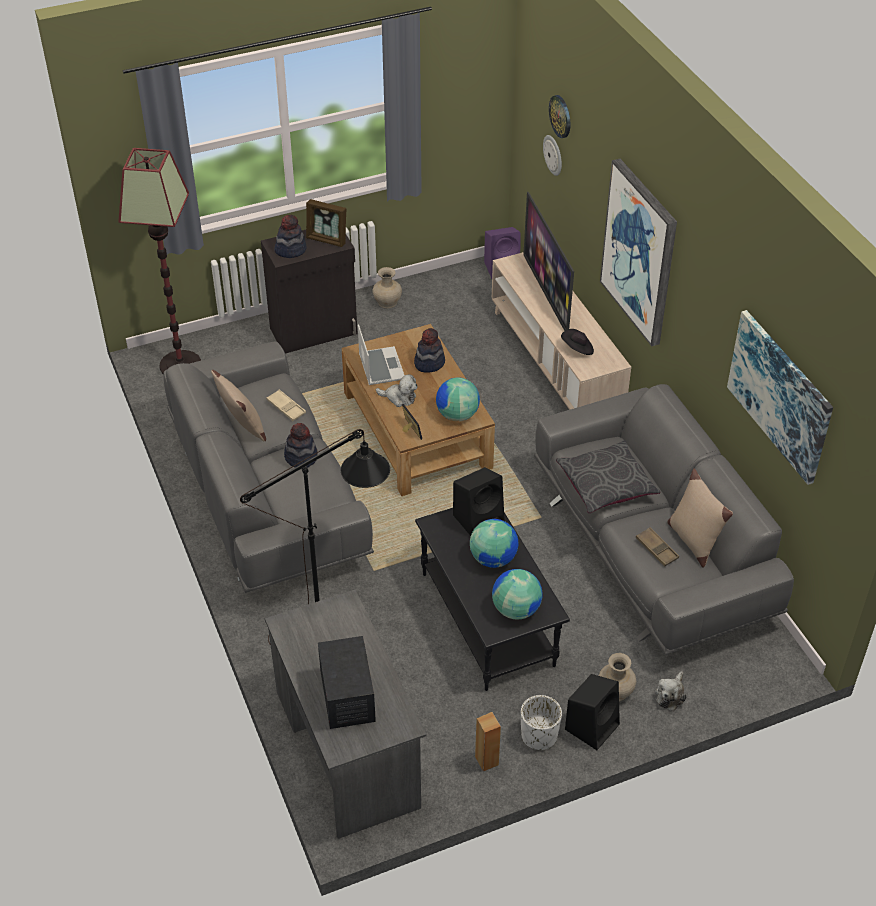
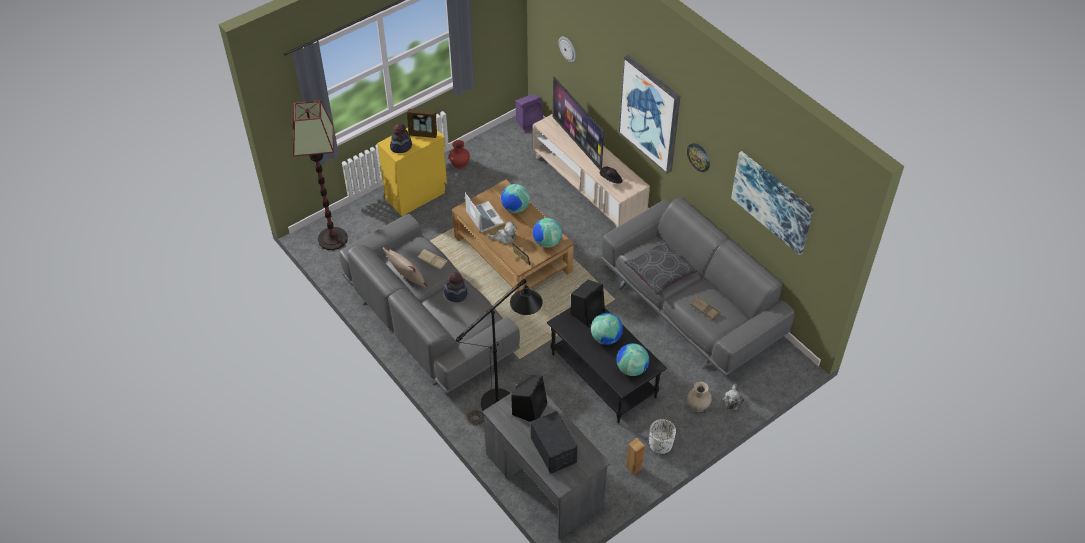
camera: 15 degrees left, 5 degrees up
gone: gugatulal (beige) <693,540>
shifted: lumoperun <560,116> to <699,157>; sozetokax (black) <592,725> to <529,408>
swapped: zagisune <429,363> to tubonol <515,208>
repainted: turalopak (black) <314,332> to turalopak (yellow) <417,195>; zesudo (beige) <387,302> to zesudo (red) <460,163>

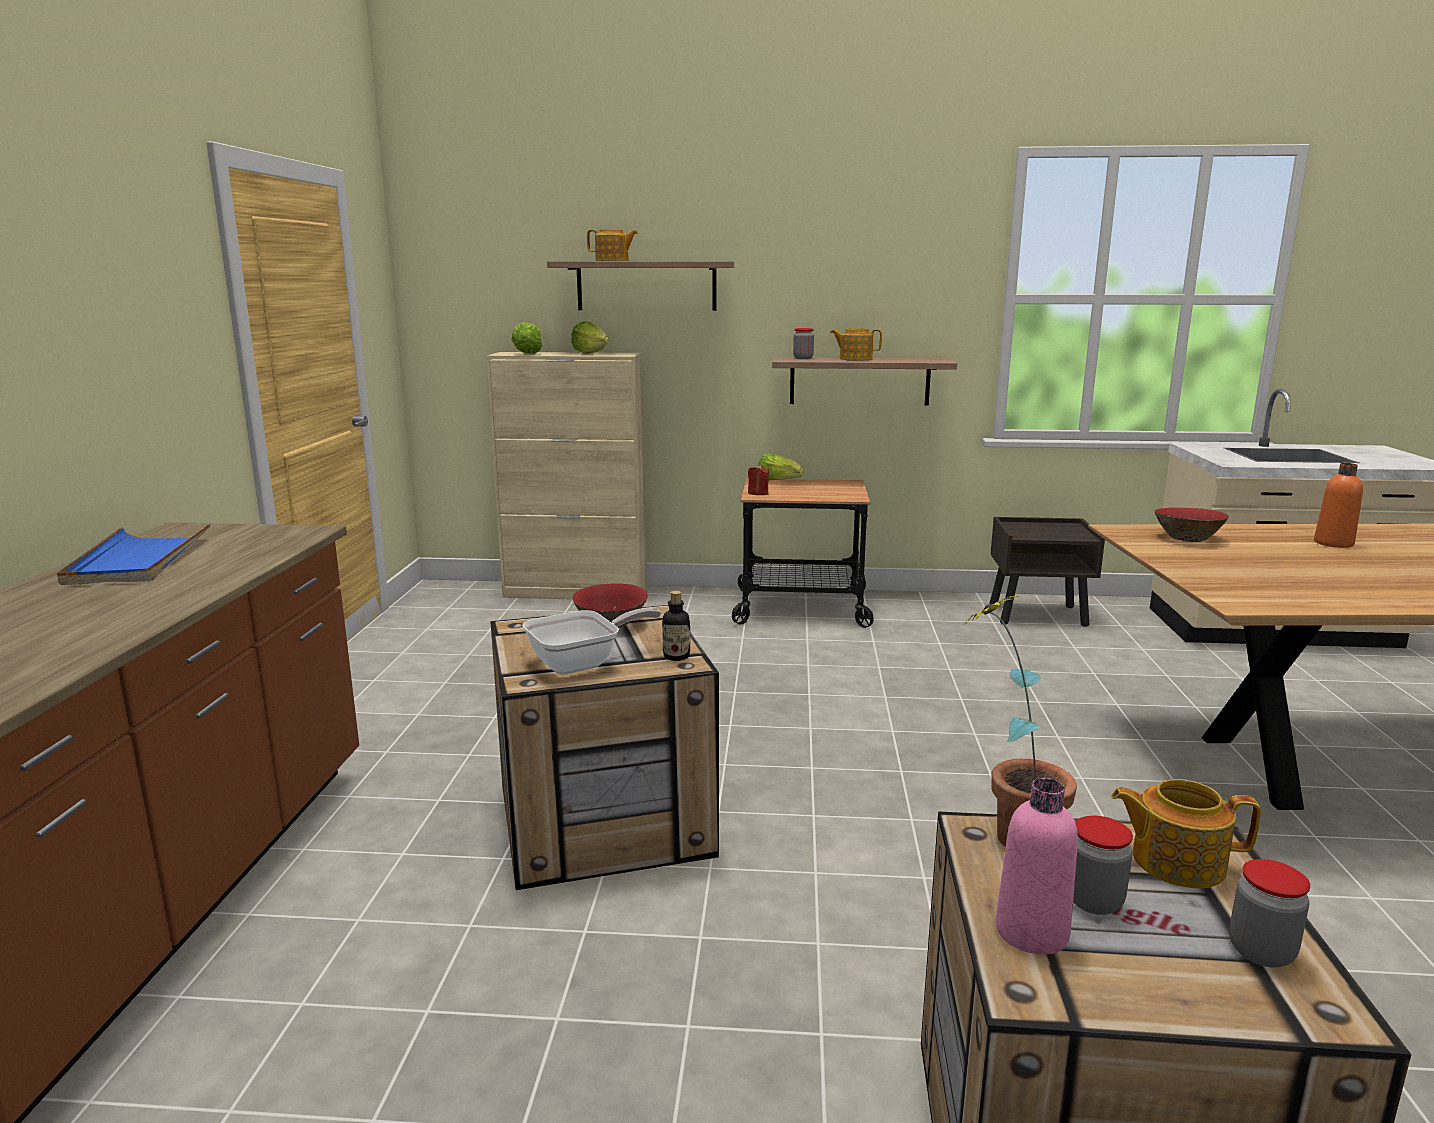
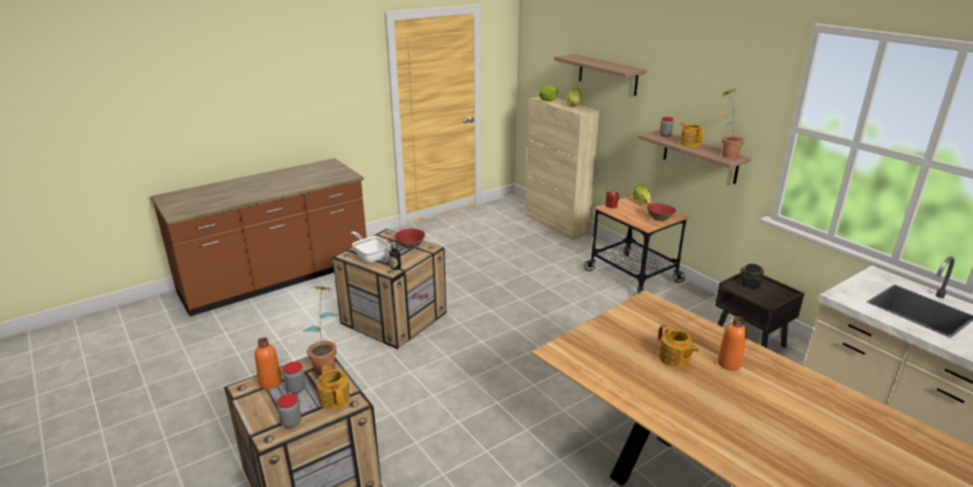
camera: 50 degrees right, 10 degrees up
gone: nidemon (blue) <138,560>
new: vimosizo <726,154>; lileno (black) <749,284>
shifted: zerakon <612,260> to <674,358>; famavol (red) <1187,538> to <659,218>
repainted: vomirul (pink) <1031,932> to vomirul (orange) <270,382>
rotated: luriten <582,663> = <370,256> 150 degrees counterclockwise

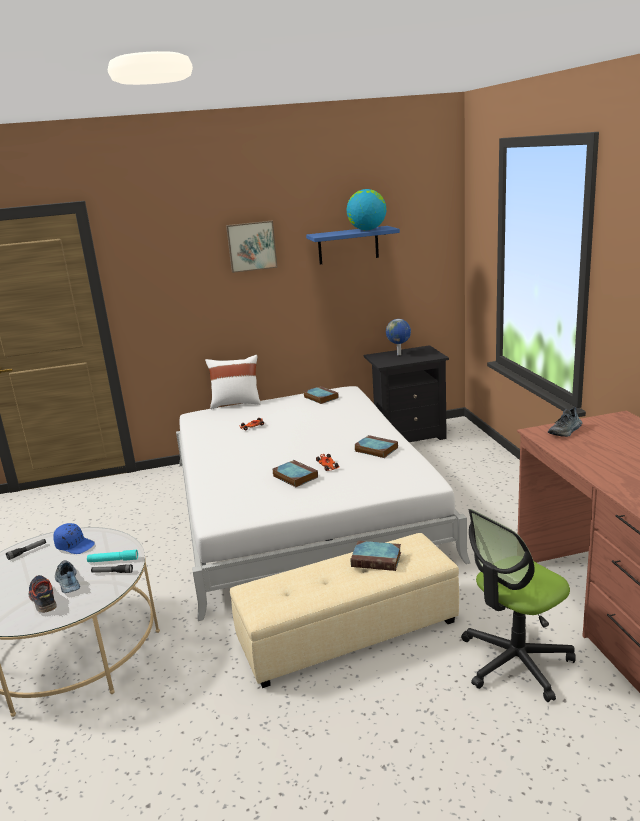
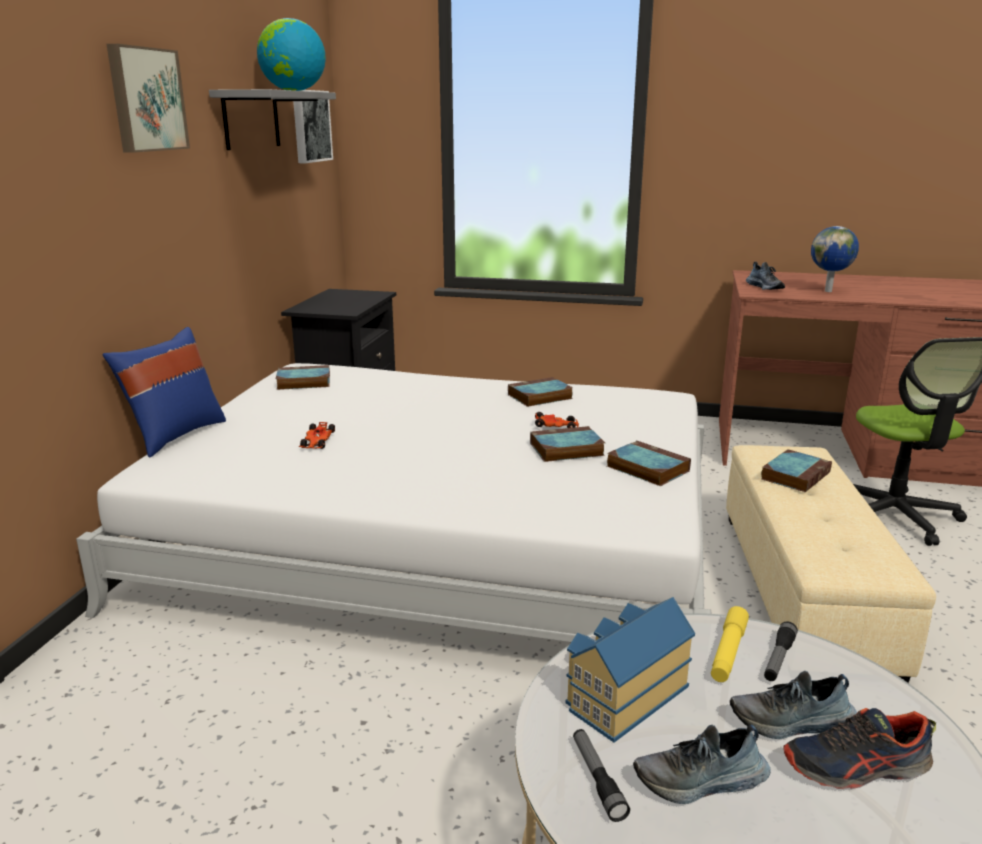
camera: 65 degrees left, 0 degrees up
new: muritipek <310,126>; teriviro <645,468>; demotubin <701,781>
shifted: tubonol <399,354> to <829,291>
swapped: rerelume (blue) <75,545> to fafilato <623,695>
repainted: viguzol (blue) <348,245> to viguzol (grey) <251,120>; gugatulal (white) <236,403> to gugatulal (blue) <175,435>; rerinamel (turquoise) <113,560> to rerinamel (yellow) <728,652>

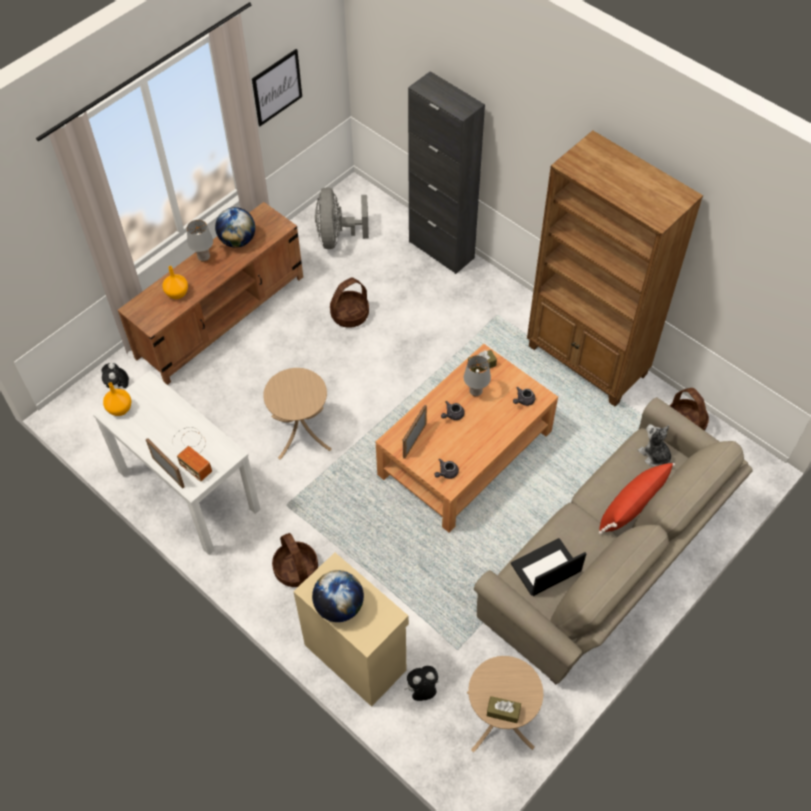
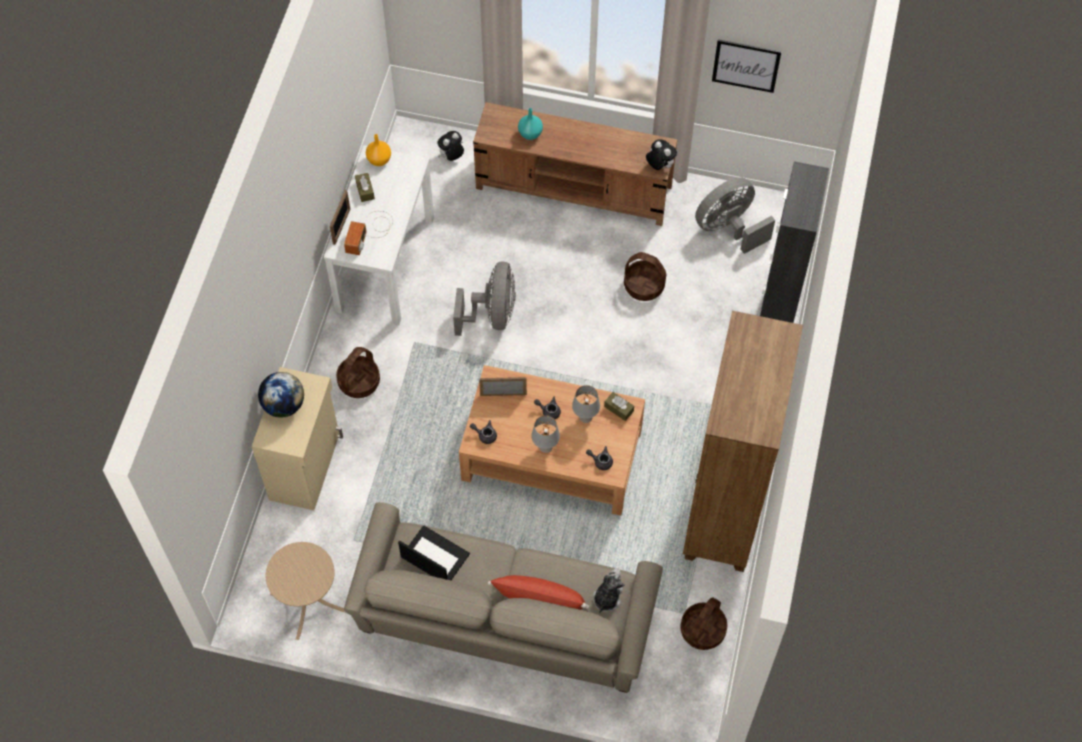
camera: 60 degrees right, 5 degrees up
gone: tubonol <237,240>
shifted: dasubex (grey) <204,257> to <546,448>; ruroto <422,691> to <659,166>; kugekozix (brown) <503,712> to <365,190>
swapped: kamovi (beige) <301,432> to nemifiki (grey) <492,315>
repainted: zesudo (orange) <177,293> to zesudo (turquoise) <530,134>

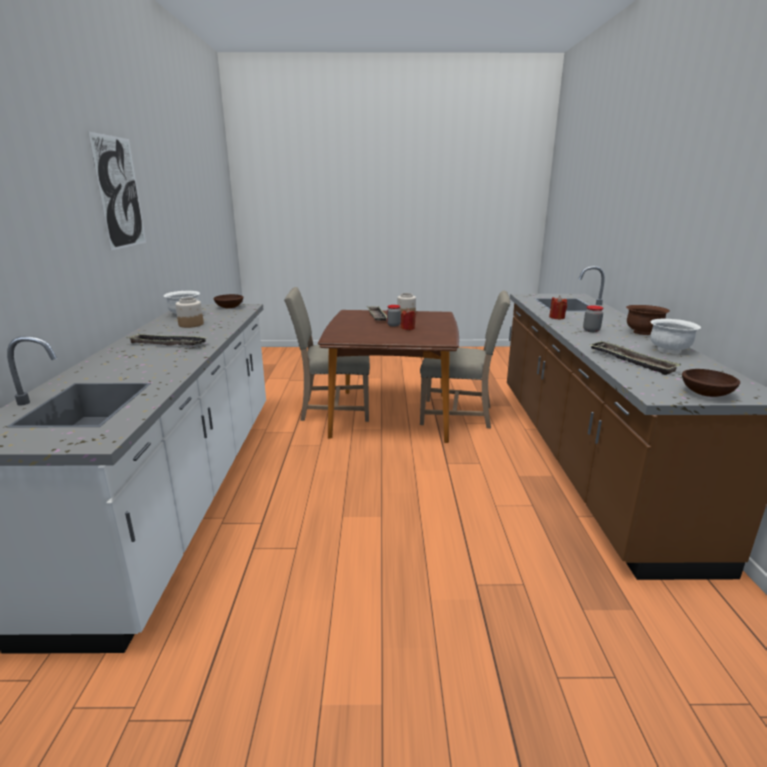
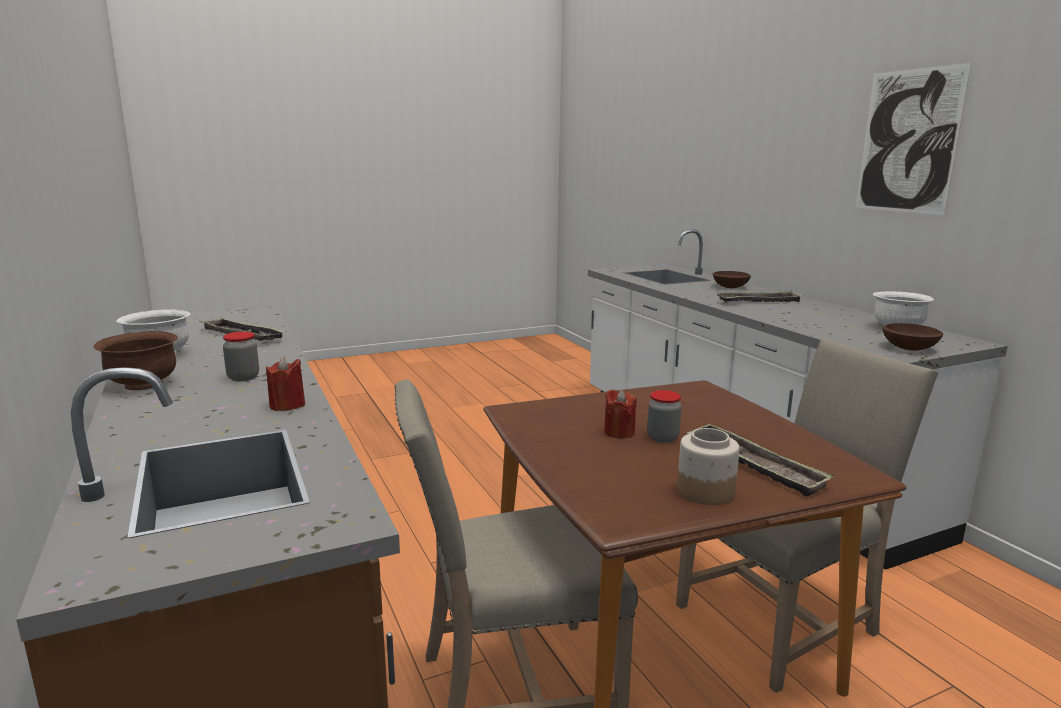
camera: 155 degrees right, 5 degrees down
gone: lileno <190,324>
shifted: famavol (brown) <706,394> to <730,287>

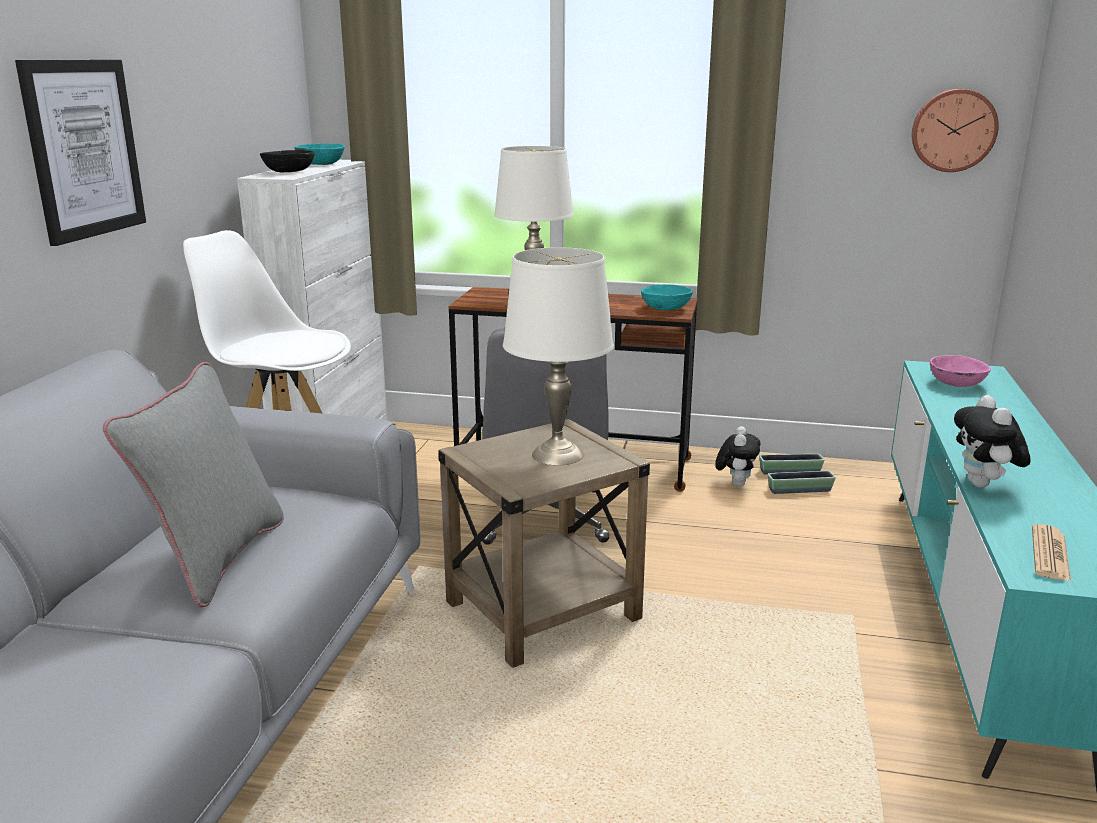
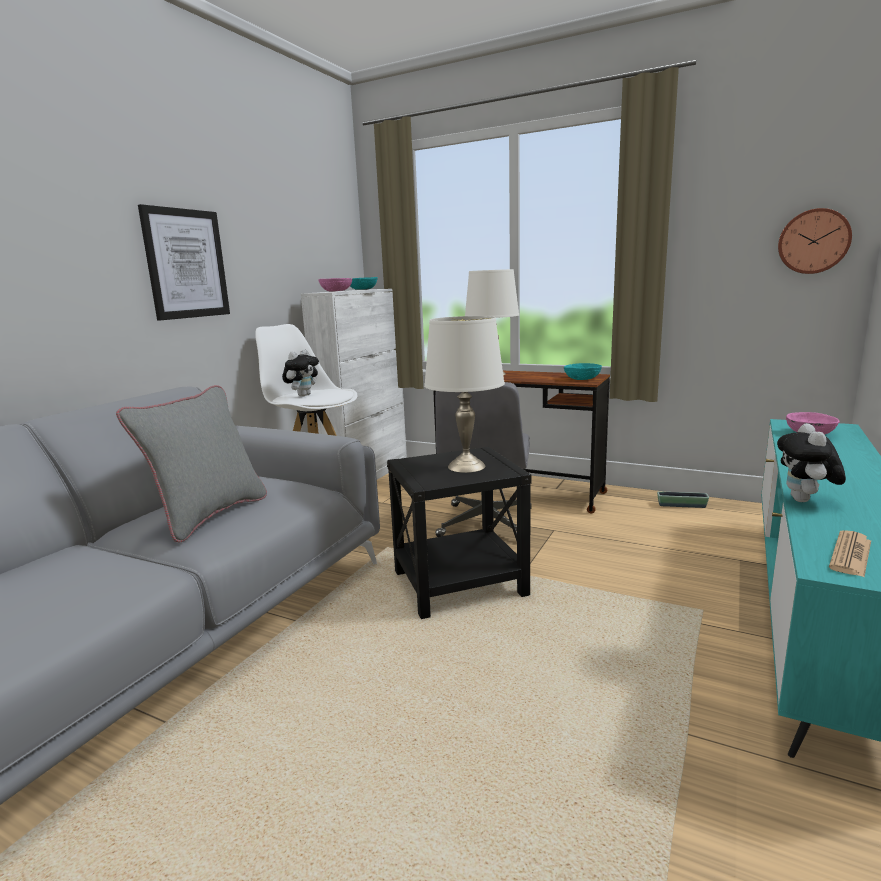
camera: 15 degrees right, 5 degrees down
gone: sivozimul <800,490>
shifted: ruroto <735,483> to <303,395>
repainted: famavol (black) <289,171> to famavol (pink) <336,291>; kamovi (beige) <543,611> to kamovi (black) <460,583>

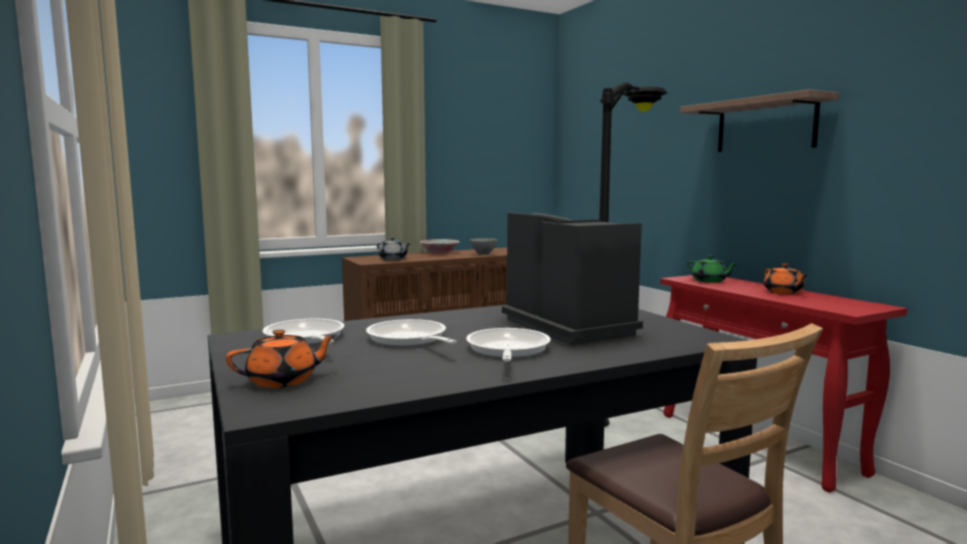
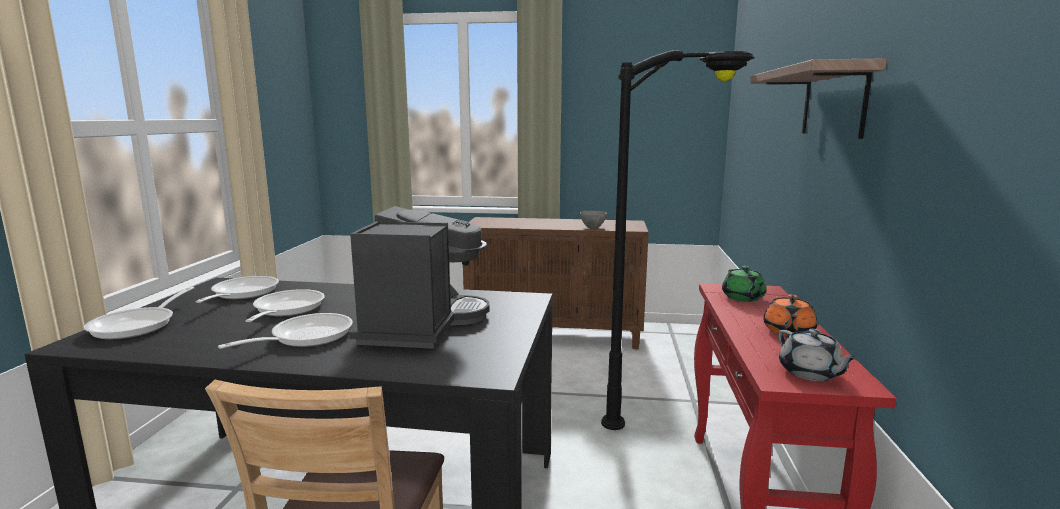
camera: 35 degrees right, 5 degrees up
gone: famavol <439,252>
shifted: zerakon (grey) <393,259> to <810,373>
swapped: zerakon (orange) <283,381> to luriten <139,325>

